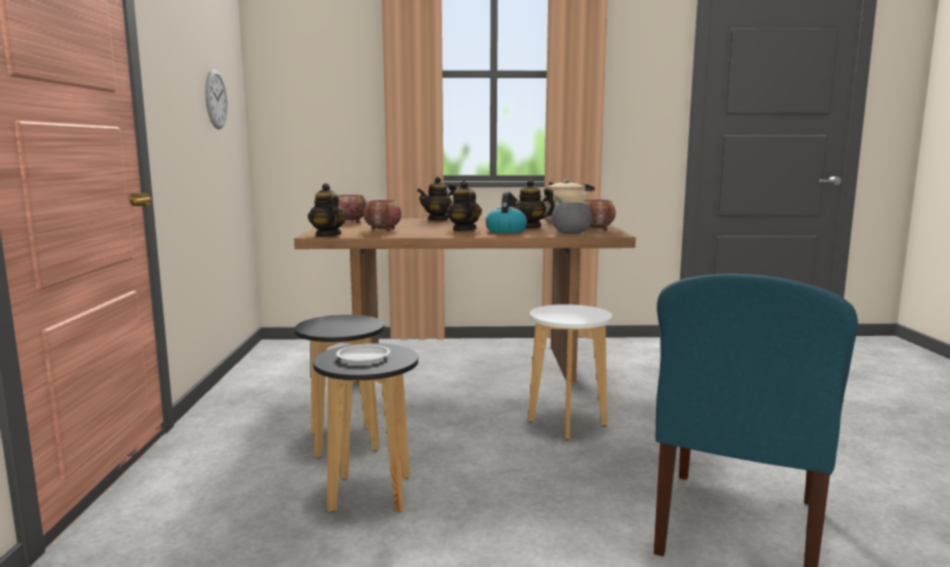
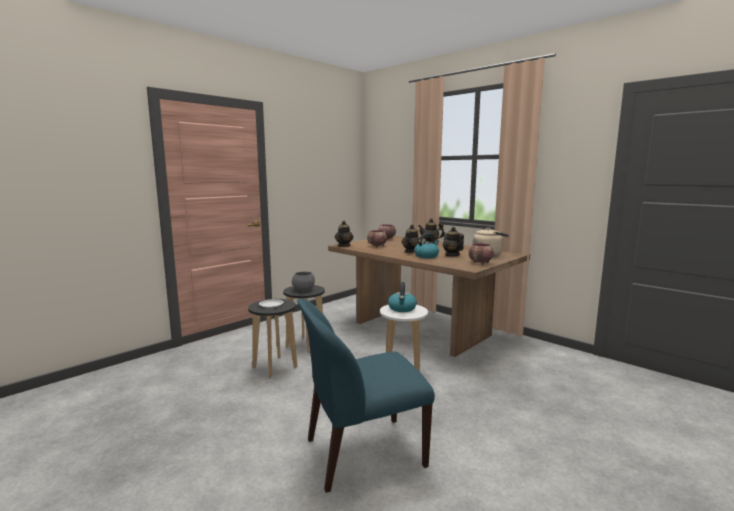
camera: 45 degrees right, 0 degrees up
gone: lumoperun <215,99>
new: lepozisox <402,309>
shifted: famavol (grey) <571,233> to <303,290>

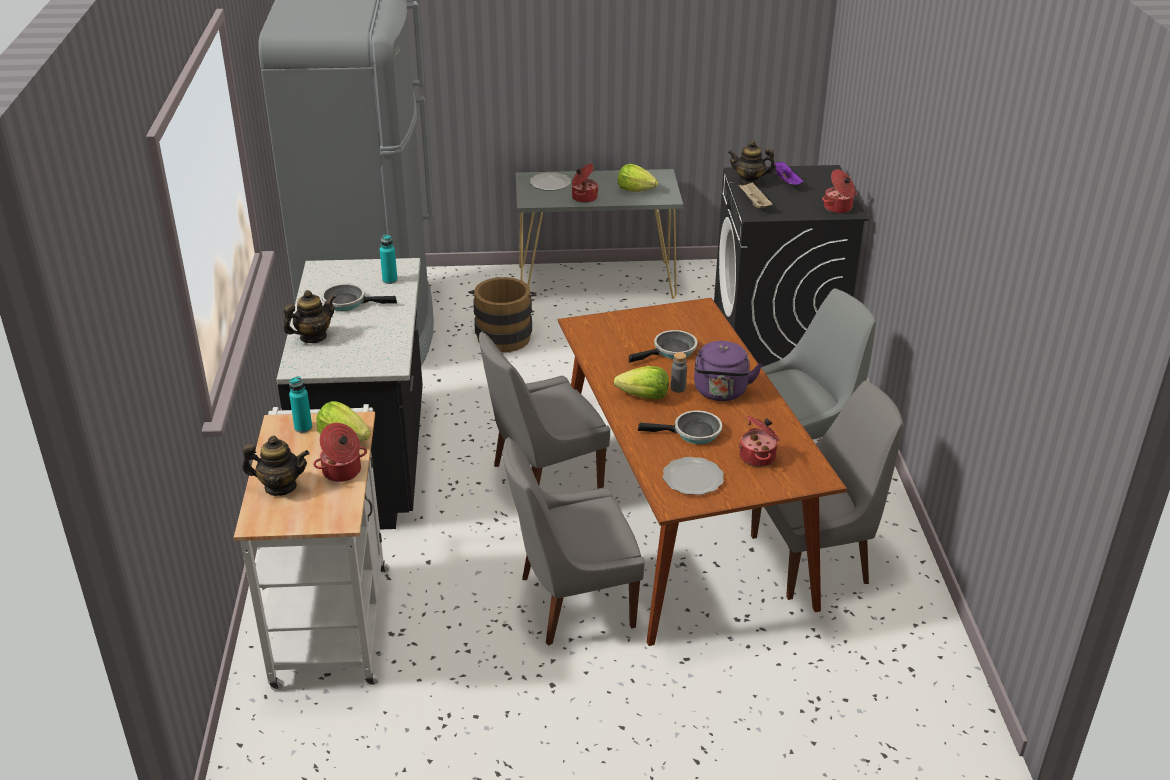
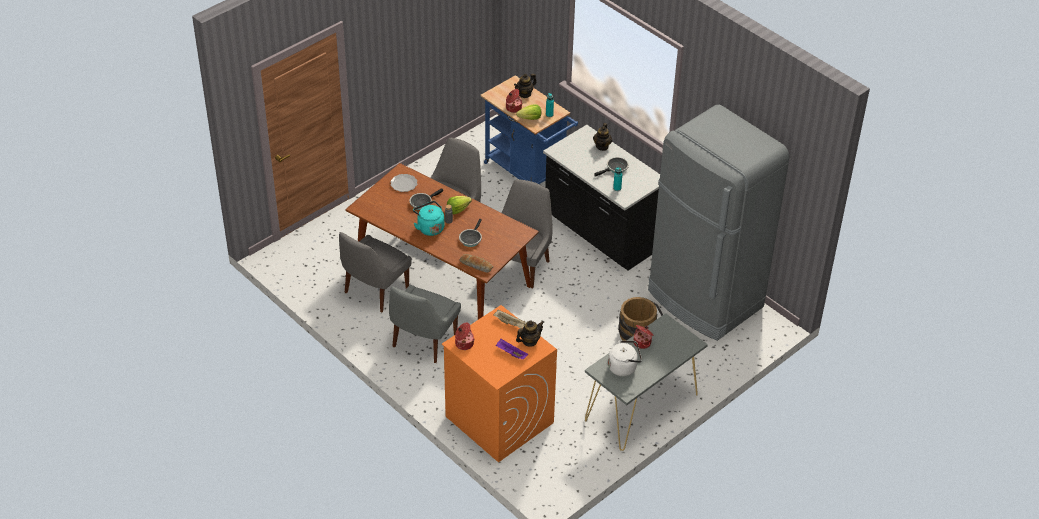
camera: 140 degrees right, 10 degrees up
gone: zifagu <550,183>; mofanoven <758,457>
new: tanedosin <476,265>
swapped: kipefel <635,189> to lepozisox (white) <624,367>
repainted: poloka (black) <777,339> to poloka (orange) <498,419>; lepozisox (purple) <721,392> to lepozisox (turquoise) <429,227>; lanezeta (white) <332,618> to lanezeta (blue) <528,173>

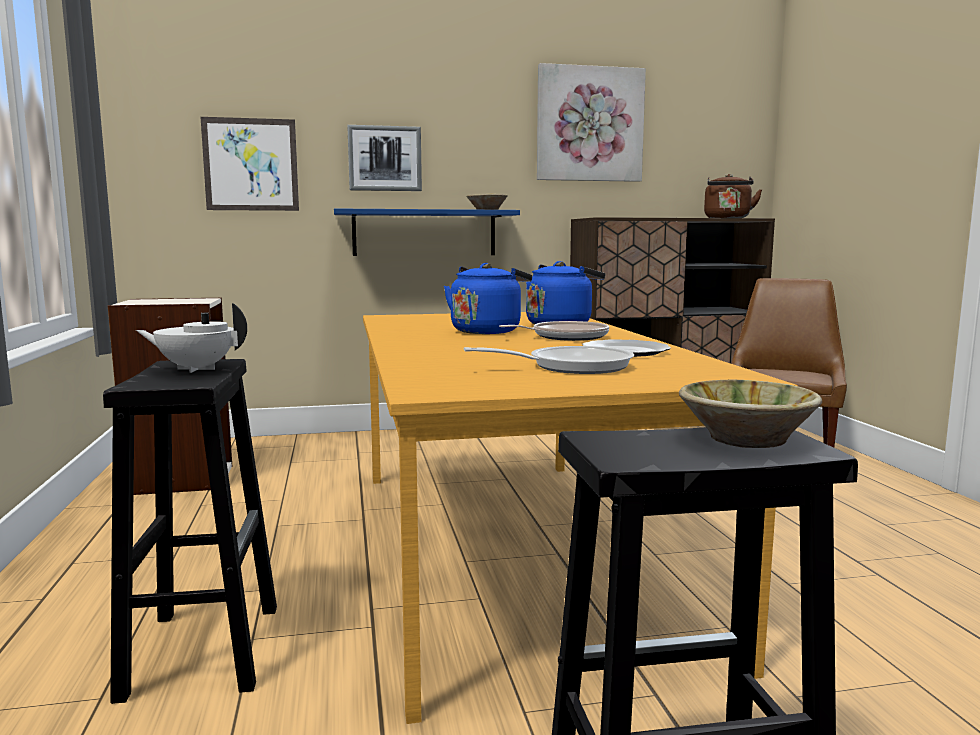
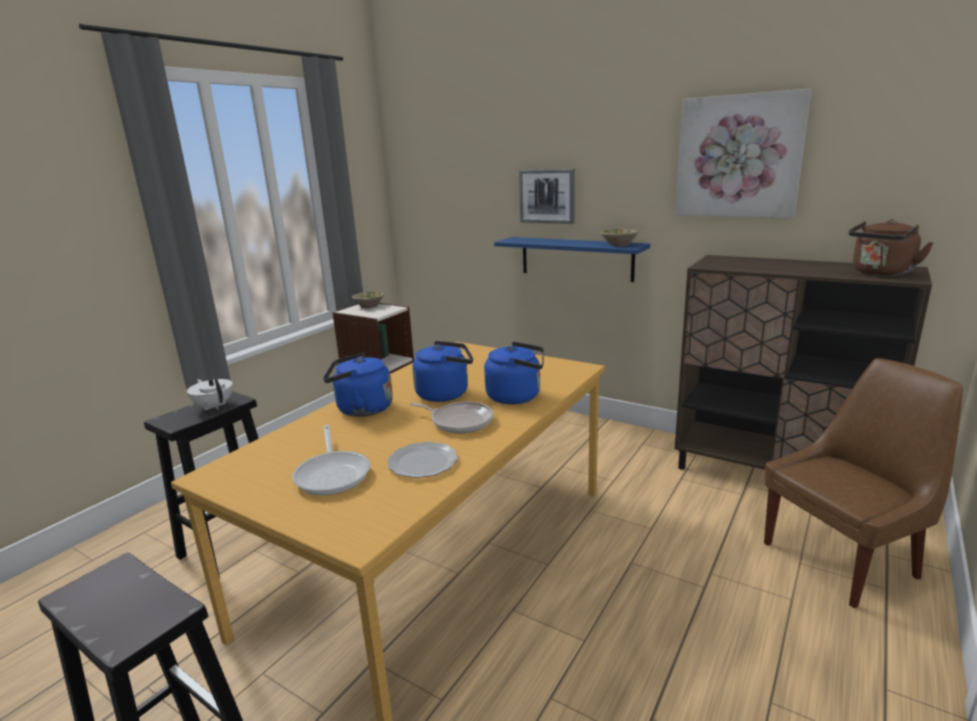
camera: 45 degrees right, 10 degrees up
gone: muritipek <251,164>
new: lepozisox (blue) <361,409>
shifted: famavol (beige) <745,438> to <369,306>
rotated: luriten <570,366> = <333,473> 45 degrees clockwise

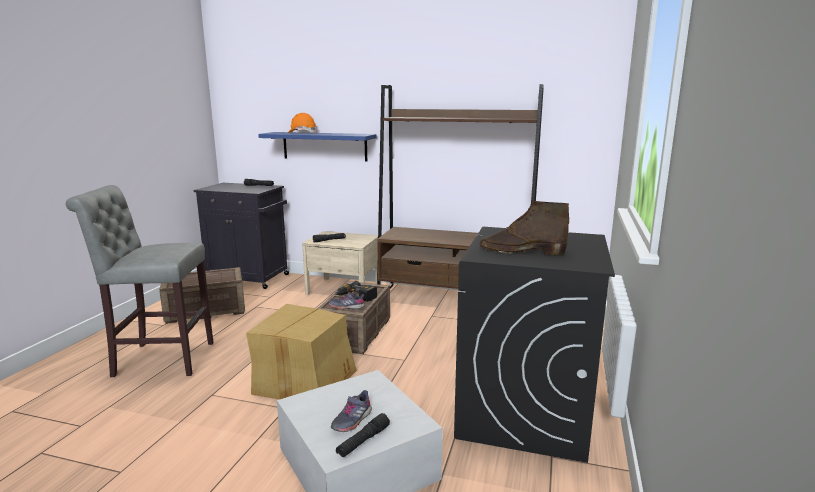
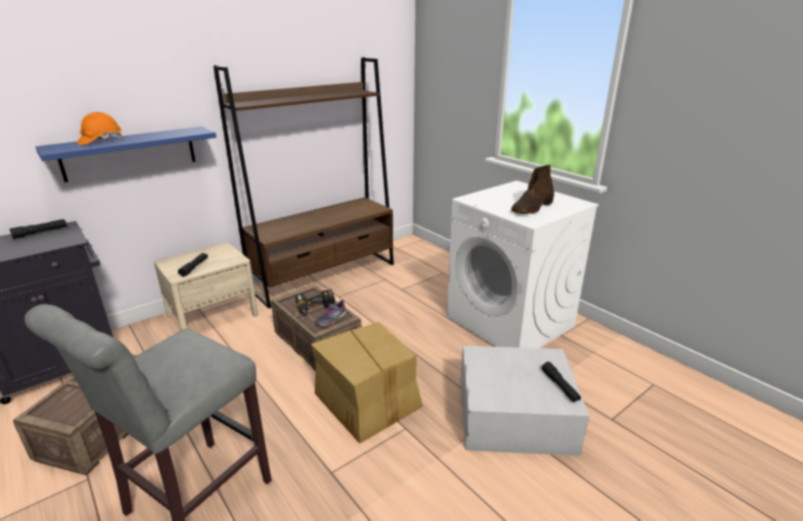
camera: 55 degrees left, 10 degrees up
gone: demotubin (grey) <351,420>
repainted: poloka (black) <524,412> to poloka (white) <510,322>

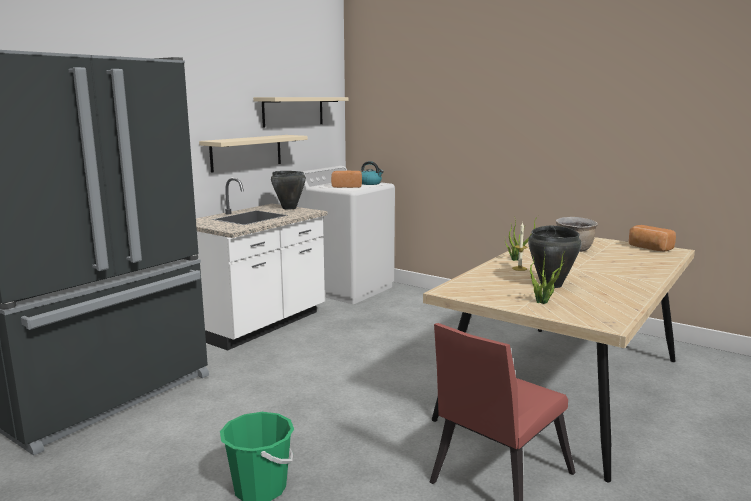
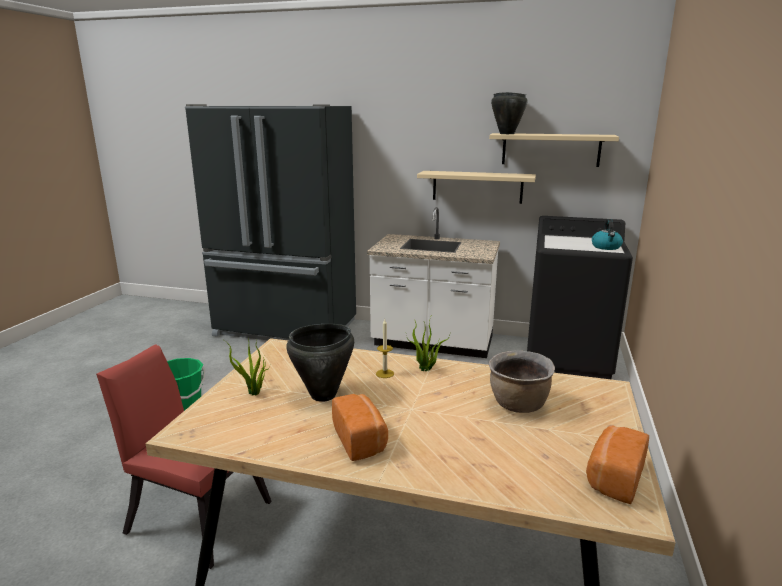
camera: 70 degrees right, 5 degrees up
shifted: mofanoven (black) <289,208> to <506,134>; tanedosin <347,186> to <361,440>
repainted: poloka (white) <347,288> to poloka (black) <568,358>

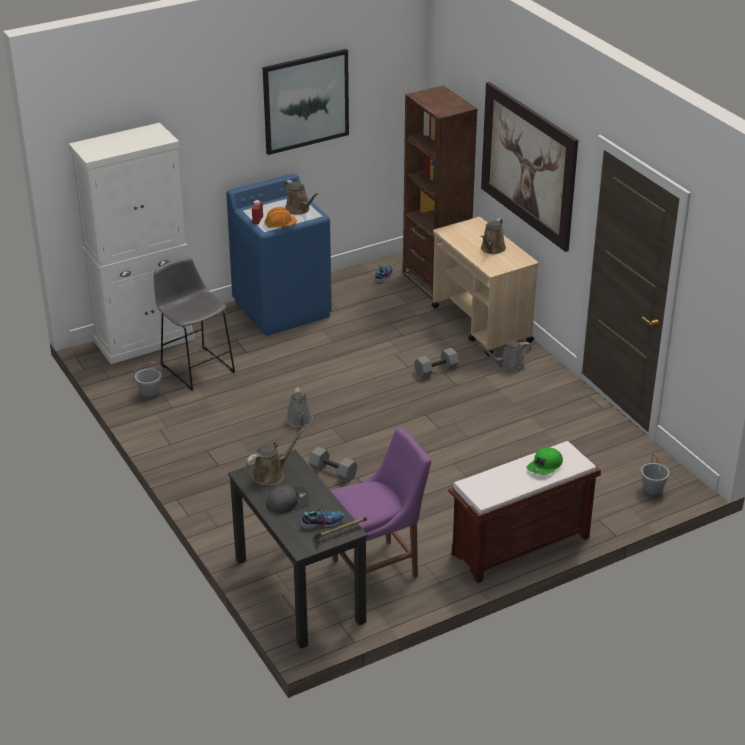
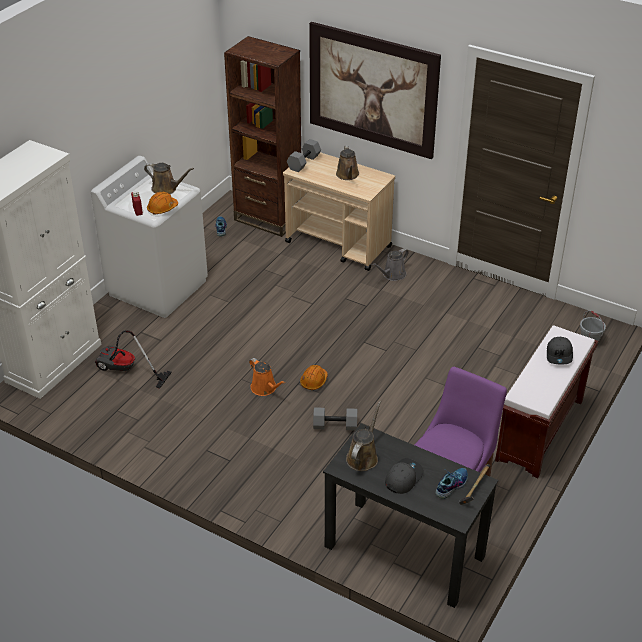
camera: 30 degrees left, 5 degrees up
gone: muritipek <305,101>; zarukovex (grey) <149,394>
new: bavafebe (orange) <314,381>
shifted: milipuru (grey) <436,370> to <303,162>
swapped: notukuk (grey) <196,366> to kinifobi <125,371>
repainted: poloka (blue) <282,309> to poloka (white) <158,287>; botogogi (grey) <300,421> to botogogi (orange) <265,388>; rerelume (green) <545,466> to rerelume (grey) <559,355>

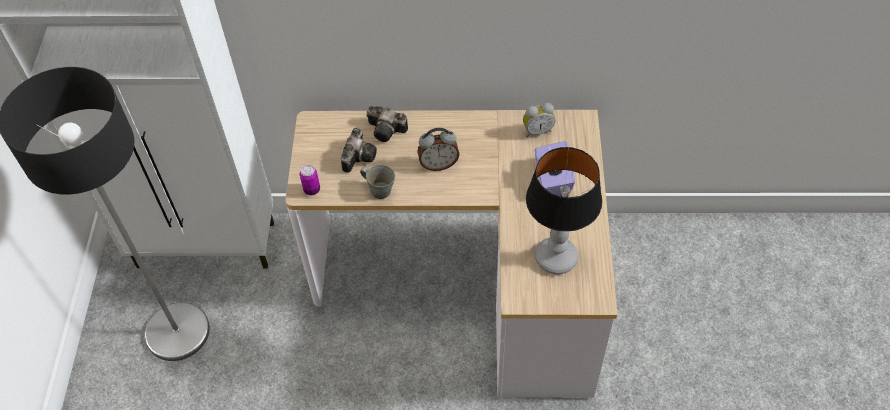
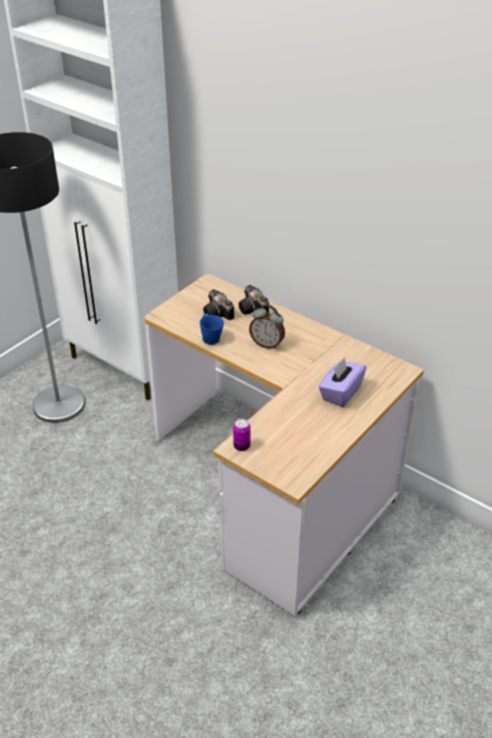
camera: 35 degrees right, 15 degrees down
gone: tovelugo <537,130>; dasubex <557,258>
shifted: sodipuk <312,189> to <241,446>
repainted: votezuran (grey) <380,190> to votezuran (blue) <211,338>
rotated: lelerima <359,156> = <218,314> 90 degrees clockwise

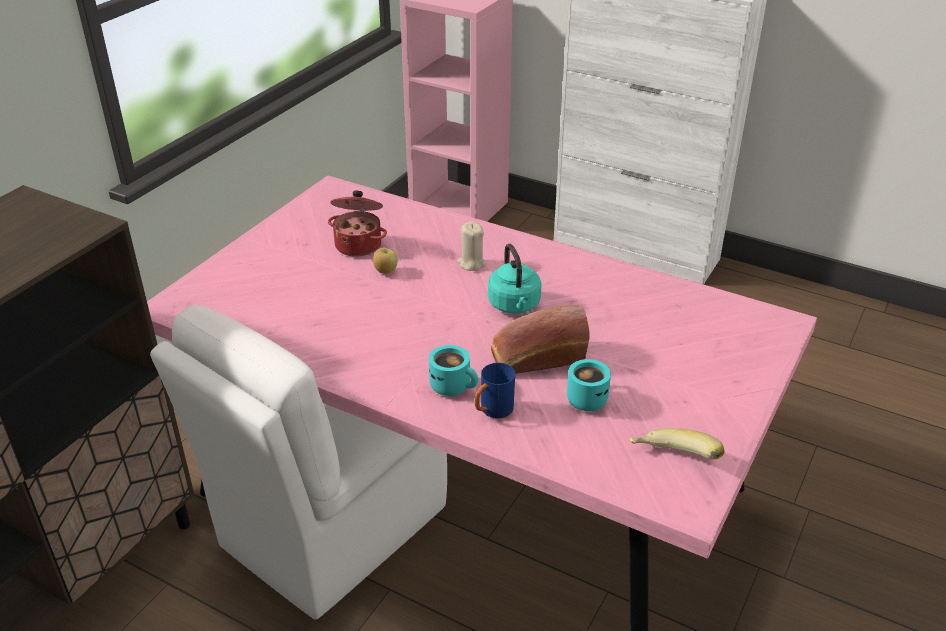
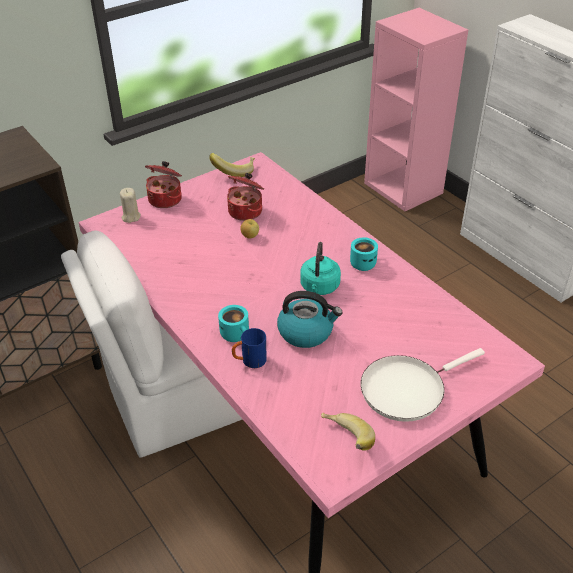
camera: 25 degrees right, 5 degrees up
new: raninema <234,171>; mofanoven <166,199>; luriten (white) <406,389>
shifted: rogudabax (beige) <471,263> to <131,217>; votezuran (turquoise) <585,398> to <363,262>
swapped: tanedosin <536,358> to lepozisox <306,332>

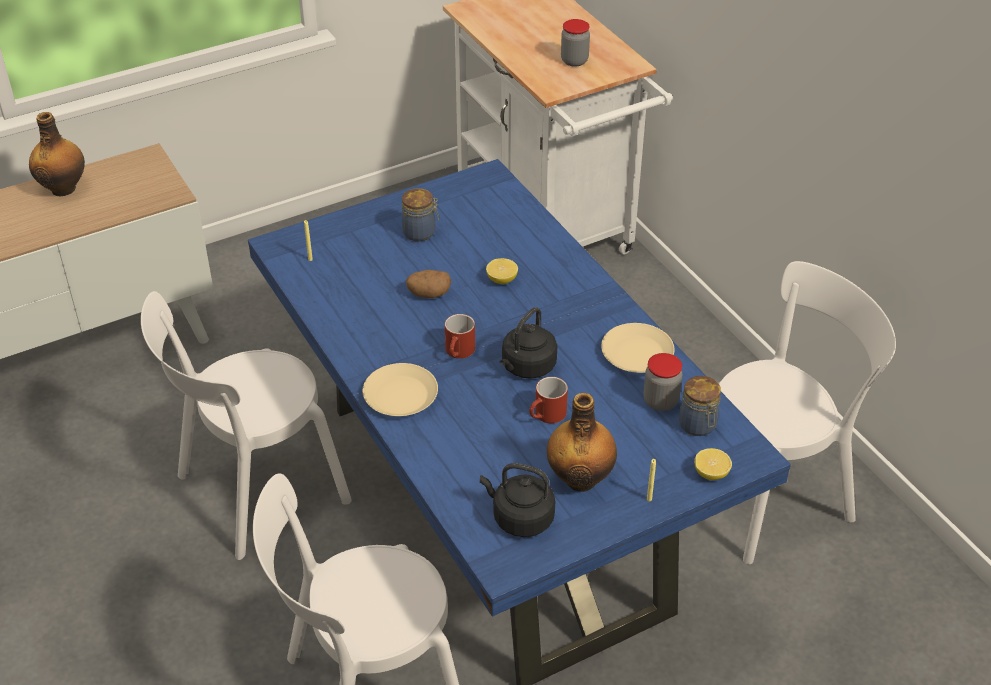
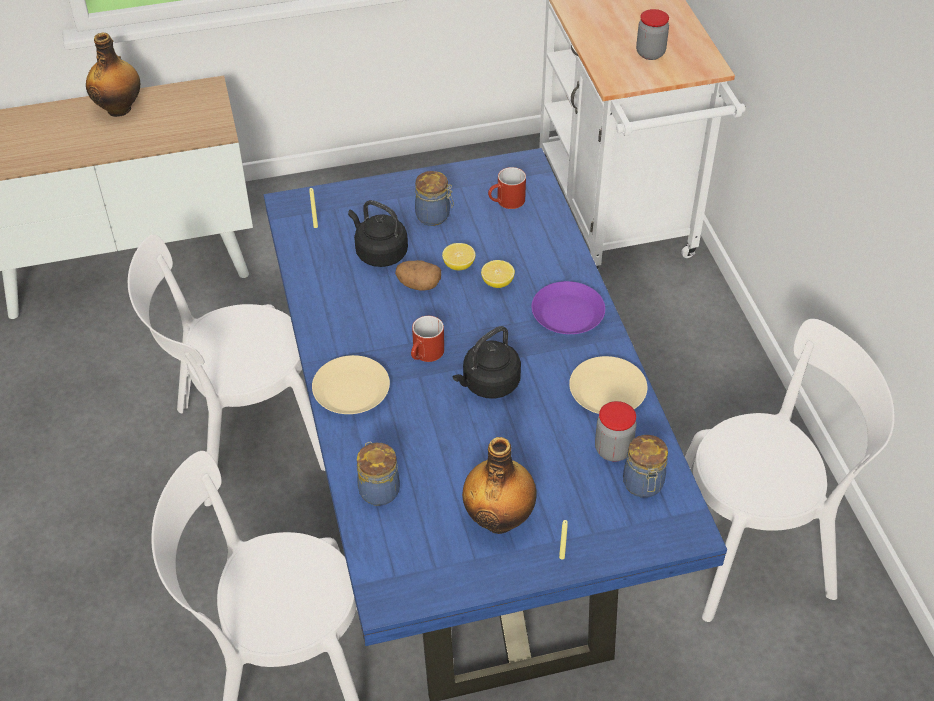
camera: 15 degrees right, 5 degrees up
new: zifagu (purple) <568,313>; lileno <378,489>
shifted: votezuran (red) <547,416> to <506,202>; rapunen <711,473> to <459,265>; lepozisox (black) <520,518> to <379,253>

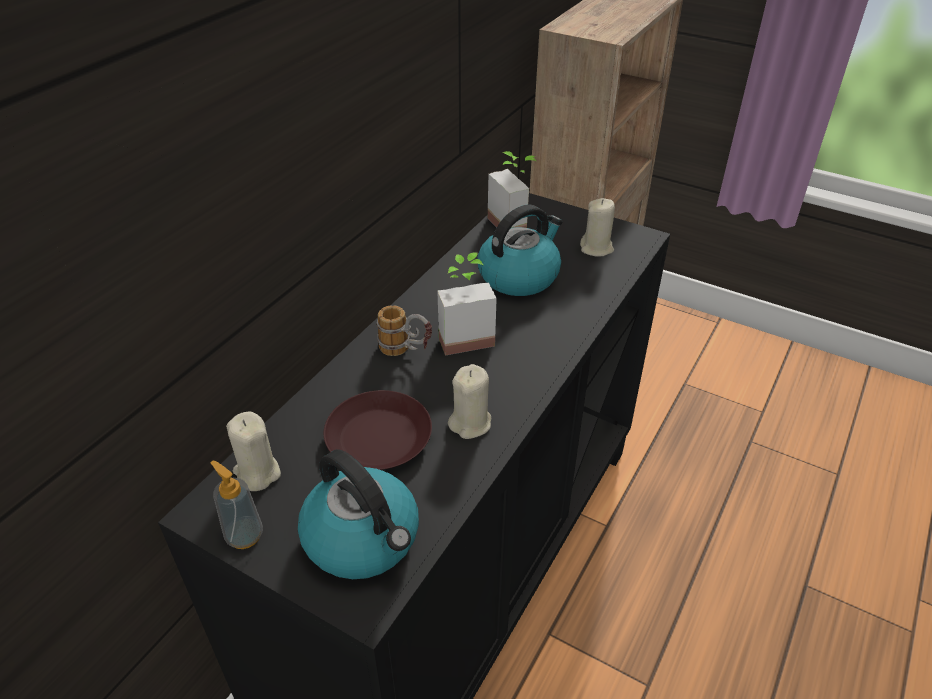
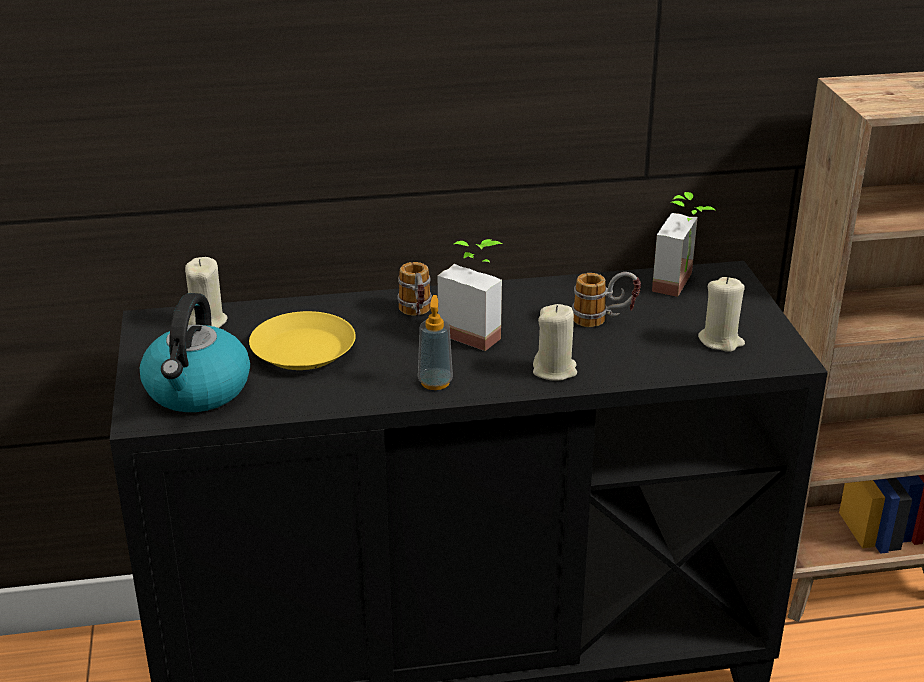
camera: 50 degrees right, 10 degrees down
shifted: rogudabax (beige) <470,423> to <555,370>; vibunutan <244,536> to <435,382>
swapped: lepozisox <519,276> to votezuran <604,320>
repainted: zifagu (brown) <377,438> to zifagu (yellow) <302,349>

